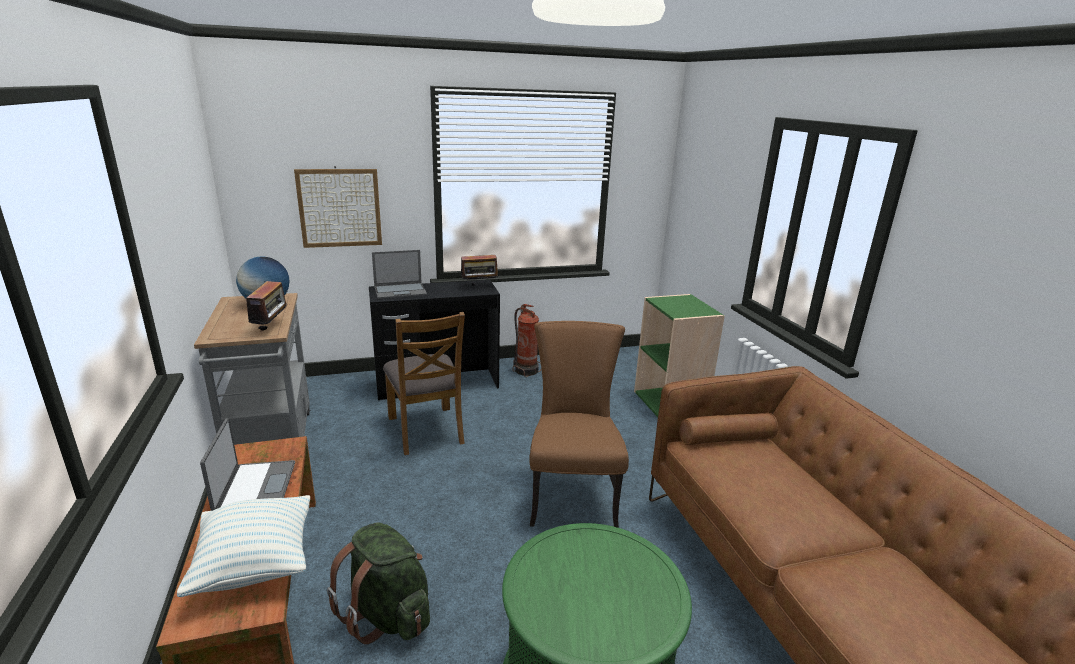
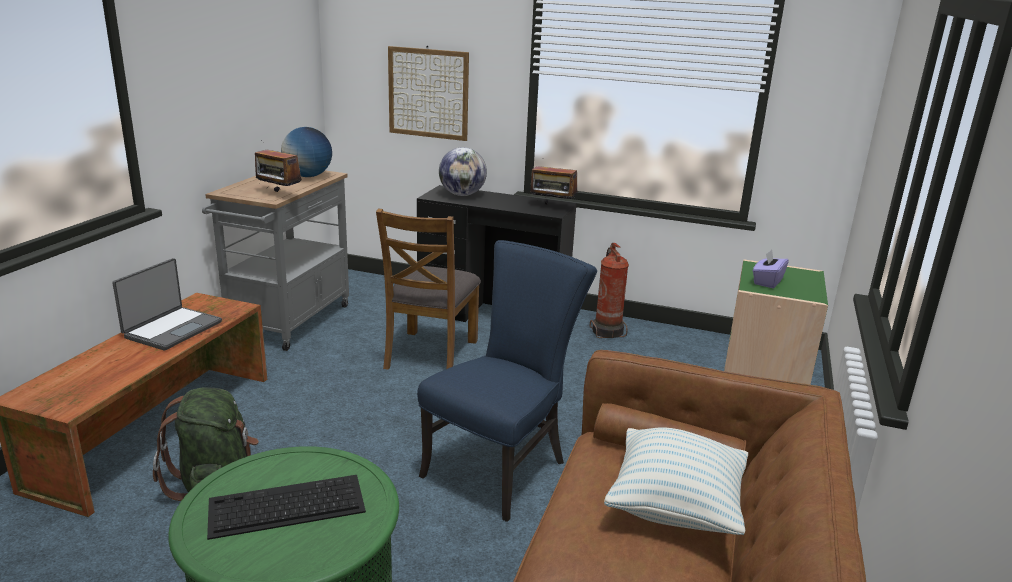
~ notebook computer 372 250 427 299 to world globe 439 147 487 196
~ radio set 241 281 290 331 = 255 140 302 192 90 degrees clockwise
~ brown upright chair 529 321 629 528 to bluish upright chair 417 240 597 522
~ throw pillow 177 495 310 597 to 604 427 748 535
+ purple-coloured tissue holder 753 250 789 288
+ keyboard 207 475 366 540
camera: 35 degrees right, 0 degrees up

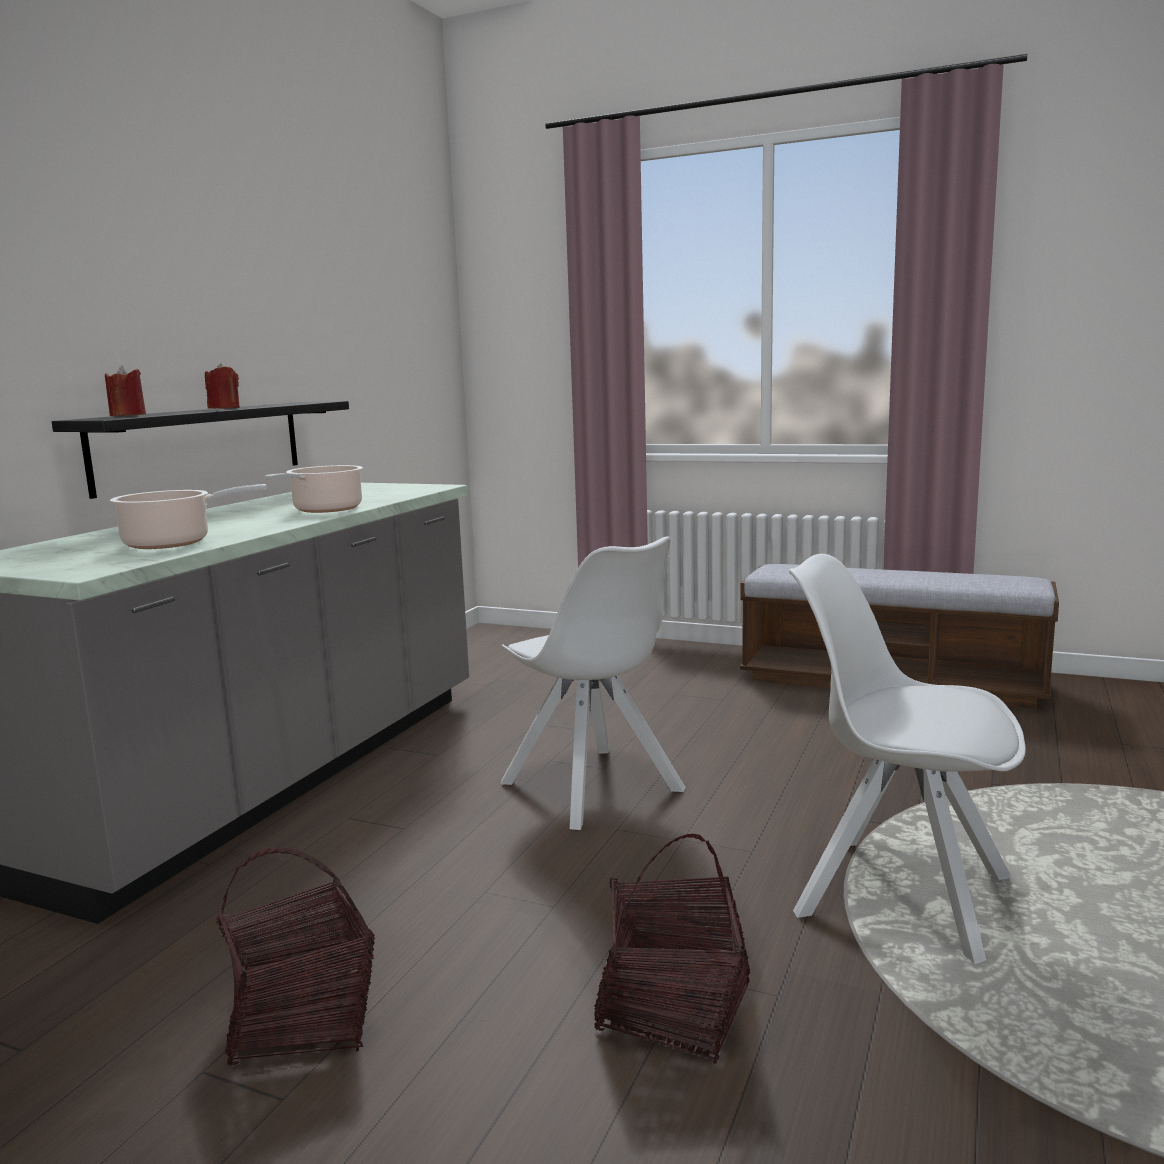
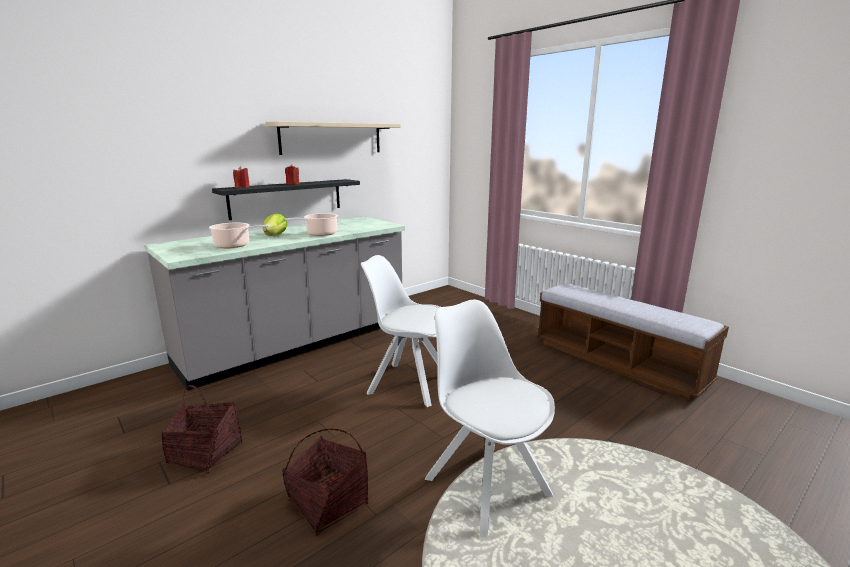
~ white-coloured upright chair 501 536 685 830 = 361 255 440 407 120 degrees clockwise
+ beige shelf 265 121 401 155
+ lettuce 263 213 287 236
camera: 25 degrees right, 5 degrees up

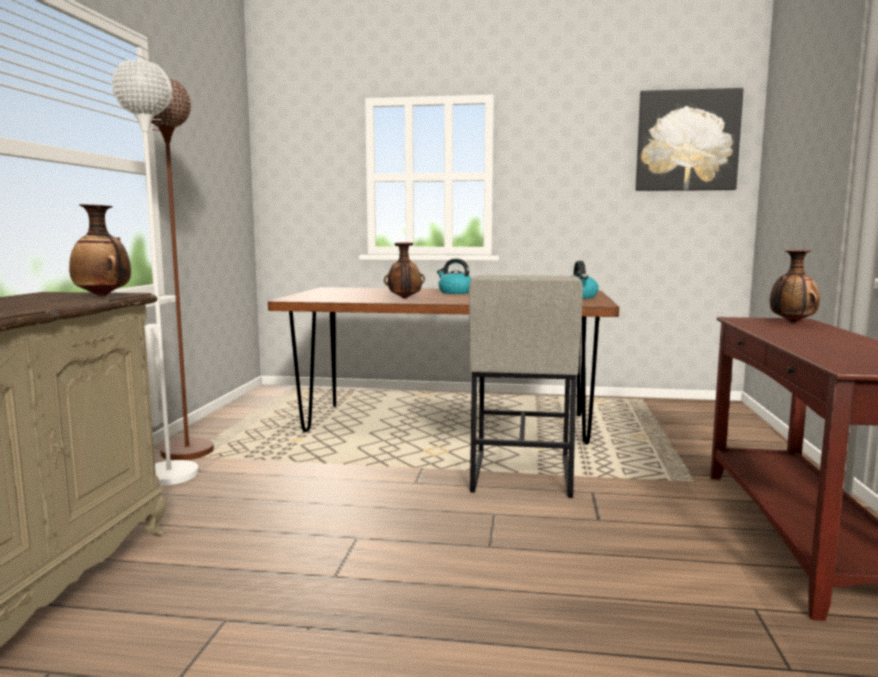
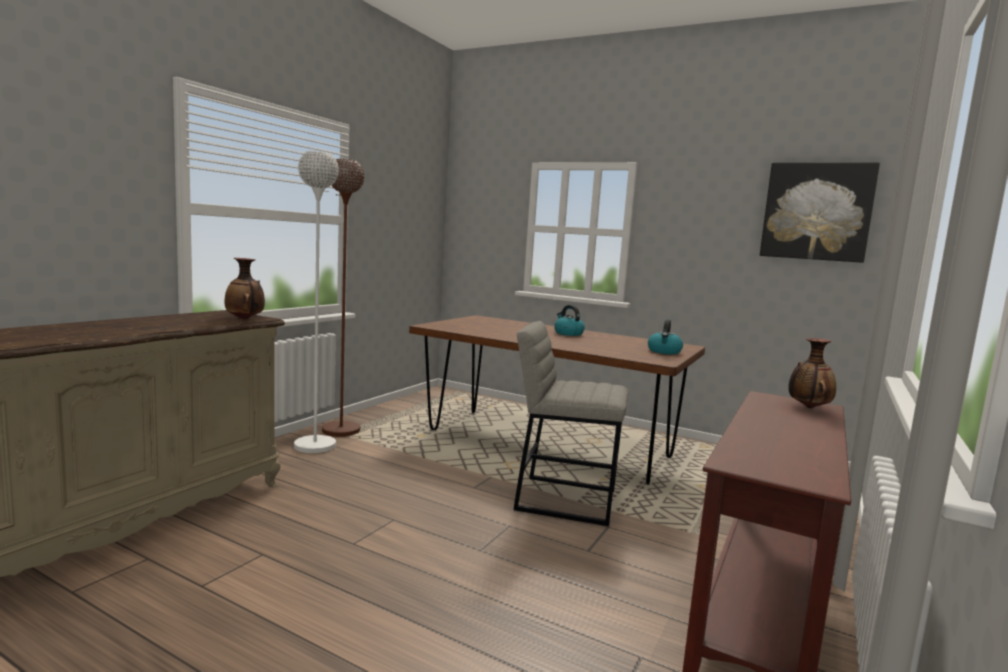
- vase 384 242 425 299
~ grey upright chair 469 275 583 498 = 514 321 628 526 75 degrees clockwise
camera: 20 degrees right, 0 degrees up

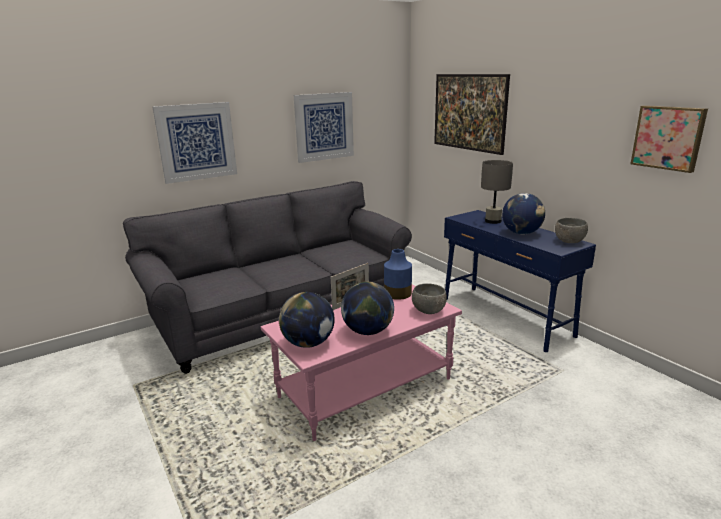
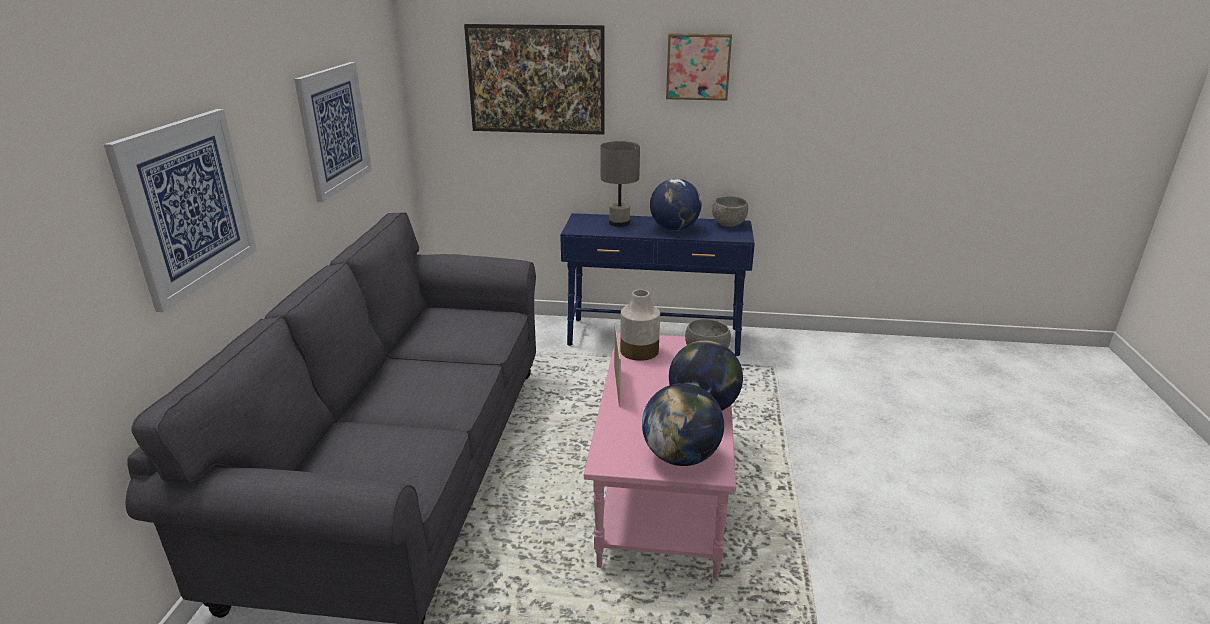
~ wall picture 630 105 708 173 to 666 34 732 101
~ bluish vase 384 249 412 300 to beige vase 620 290 660 361
camera: 50 degrees left, 5 degrees up

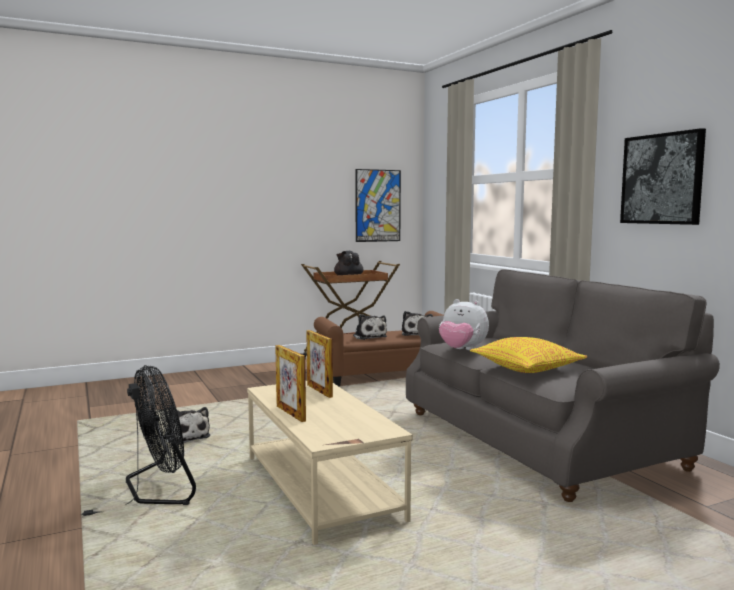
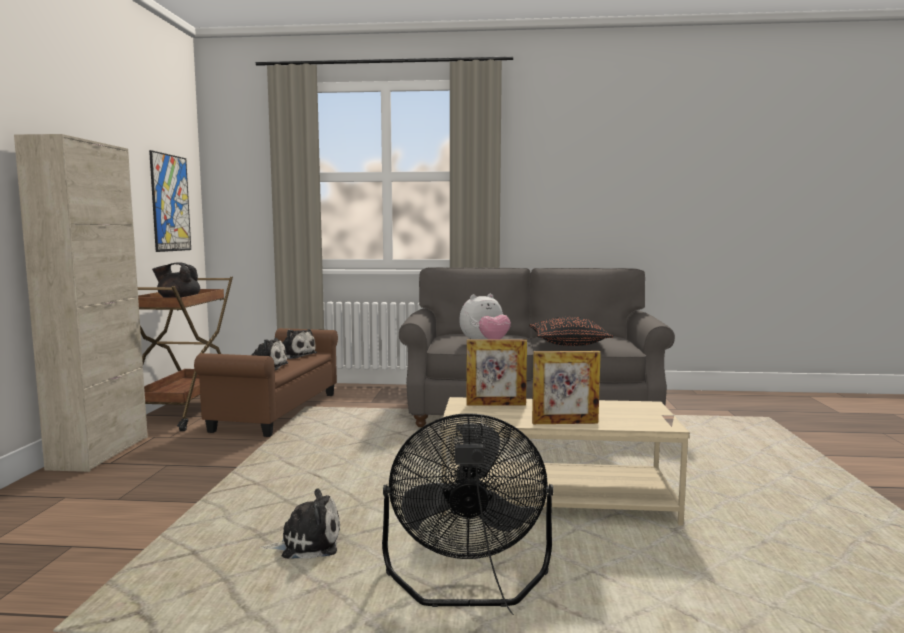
- wall picture 620 128 706 225
~ yellow-coloured throw pillow 470 337 587 373 to black-coloured throw pillow 529 317 613 346
+ beige cabinet 14 134 148 472
camera: 60 degrees left, 0 degrees up

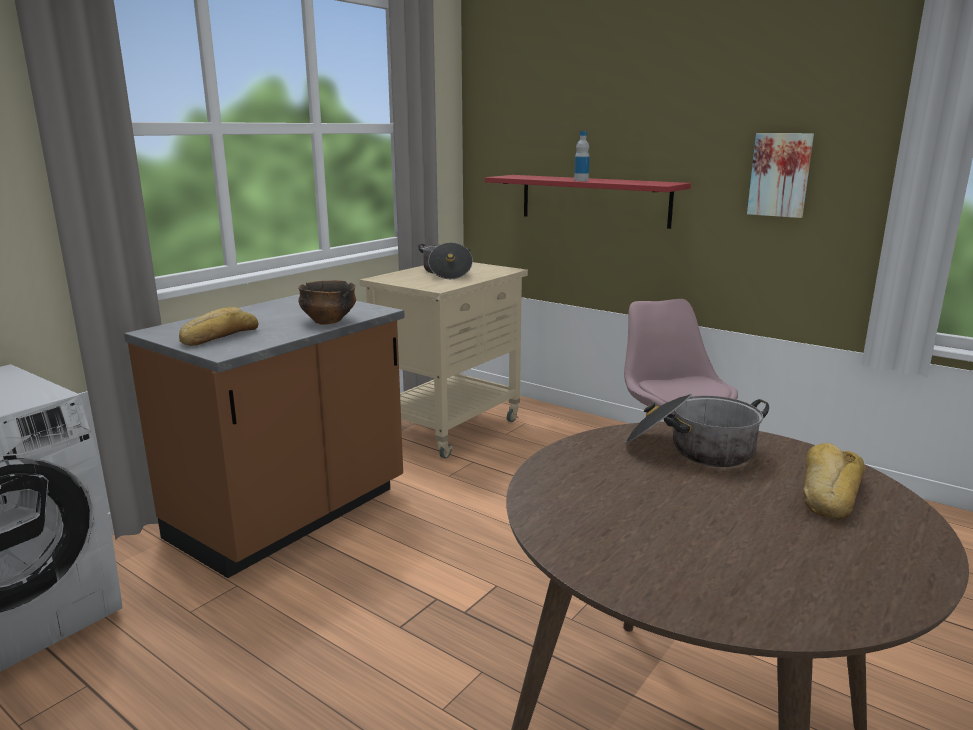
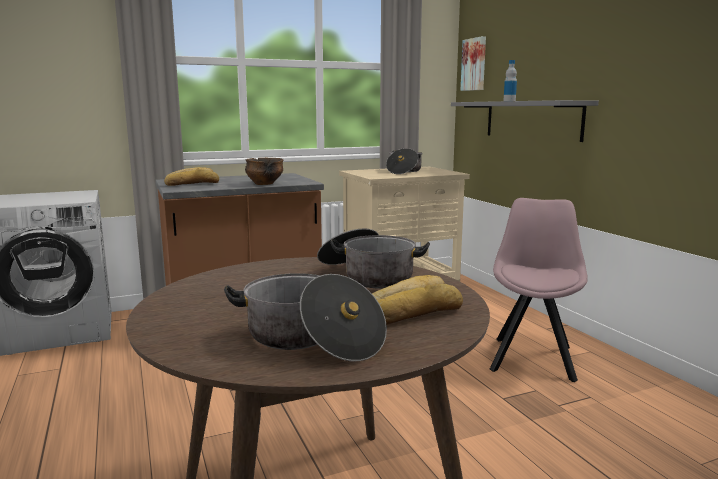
~ wall picture 747 133 814 218 to 461 36 486 91
~ reddish shelf 485 175 691 229 to grey shelf 451 100 599 142
+ cooking pot 224 273 387 361
camera: 30 degrees right, 5 degrees down

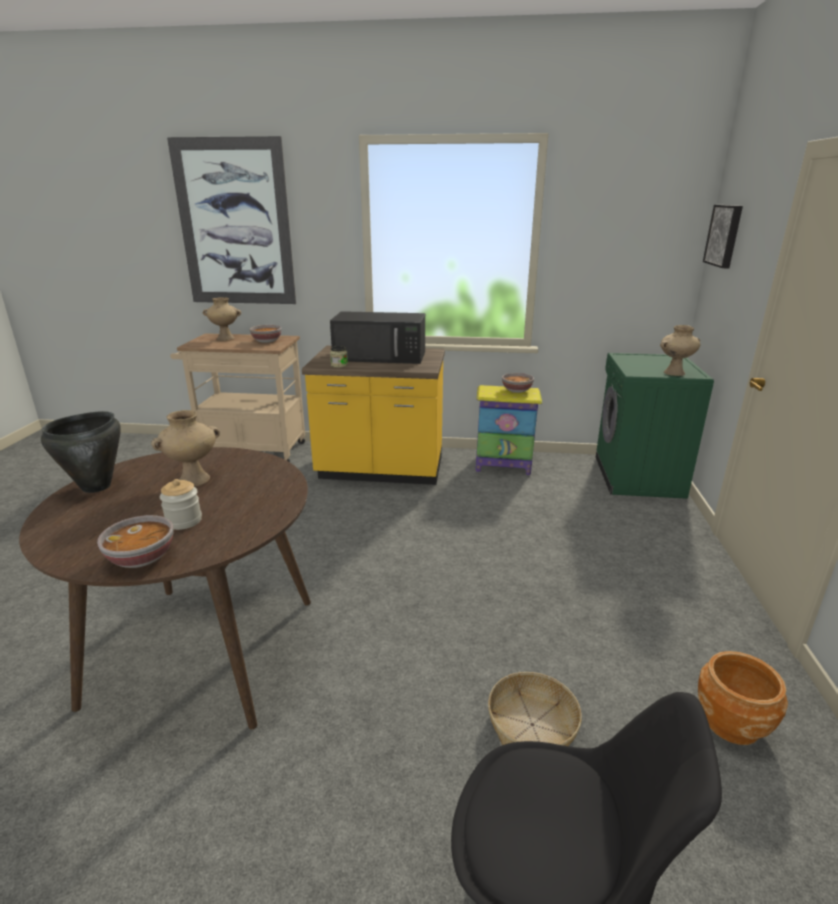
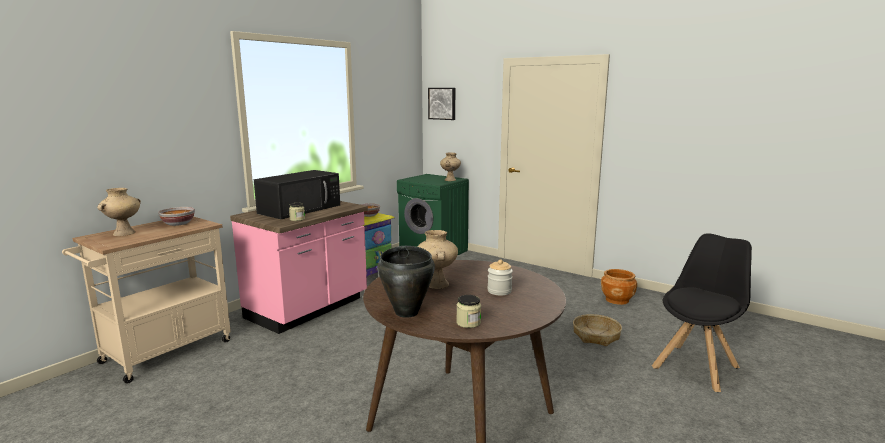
- wall picture 167 136 296 304
~ yellow-coloured counter 302 346 445 485 to pink counter 230 201 368 334
- bowl 97 515 173 568
+ preserve jar 456 295 481 328
camera: 60 degrees left, 10 degrees down

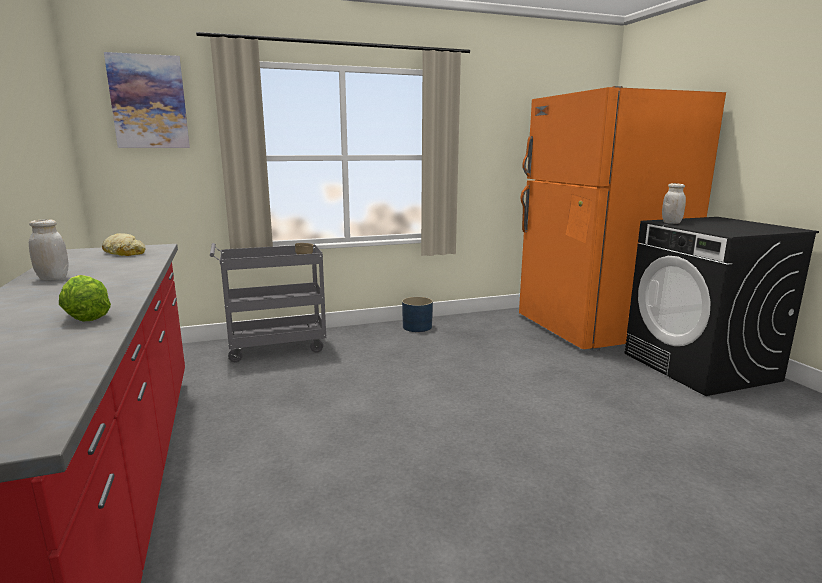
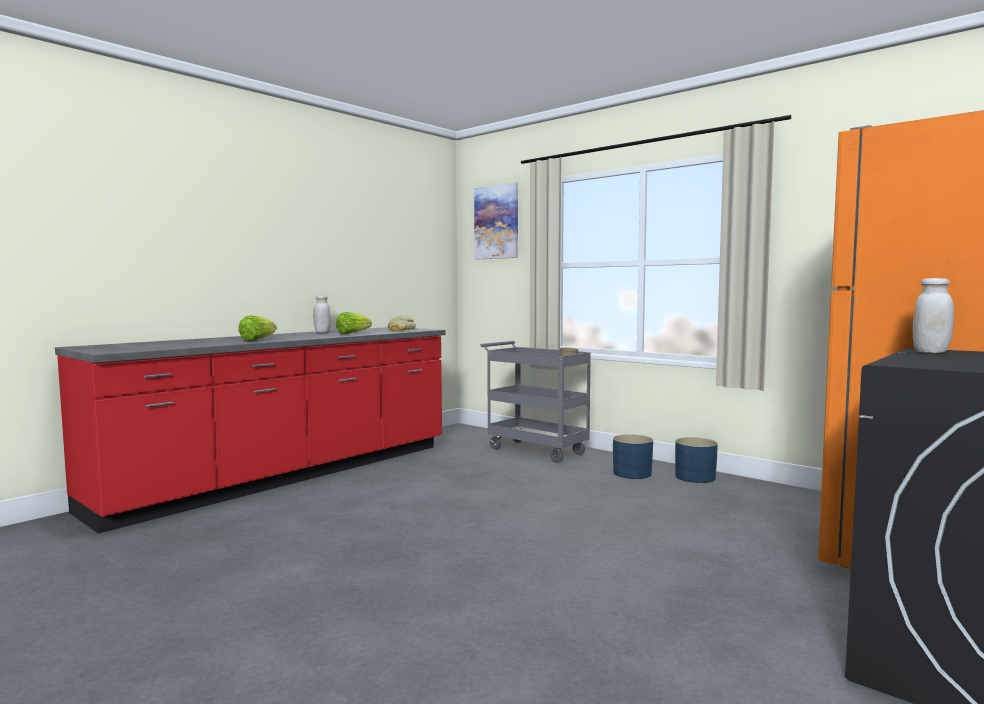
+ lettuce 336 312 372 334
+ bluish plant pot 613 434 653 479
camera: 60 degrees right, 10 degrees down

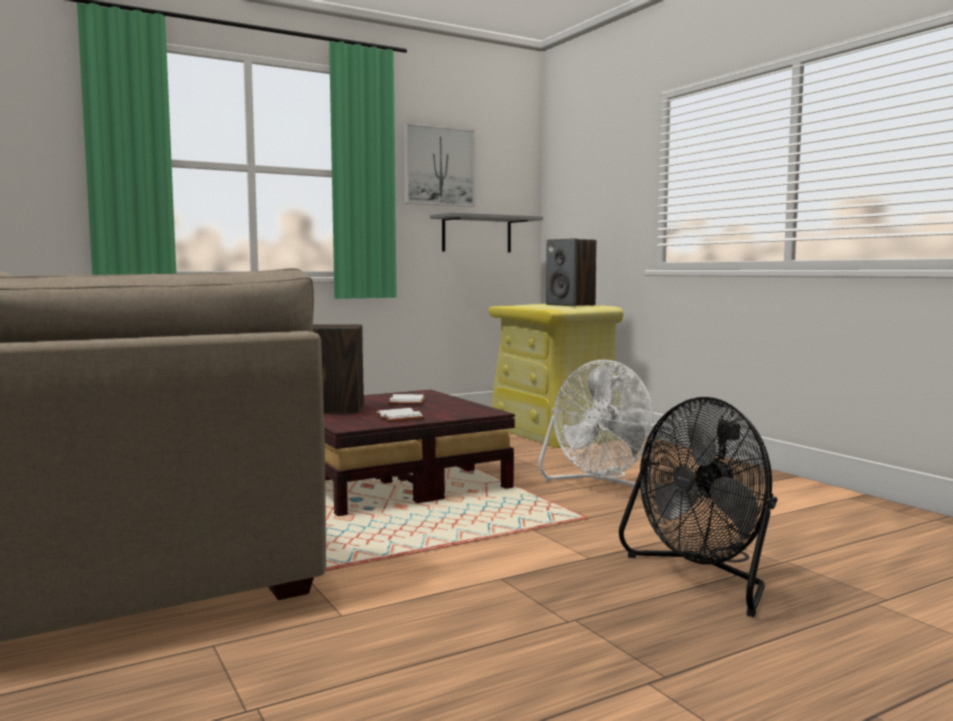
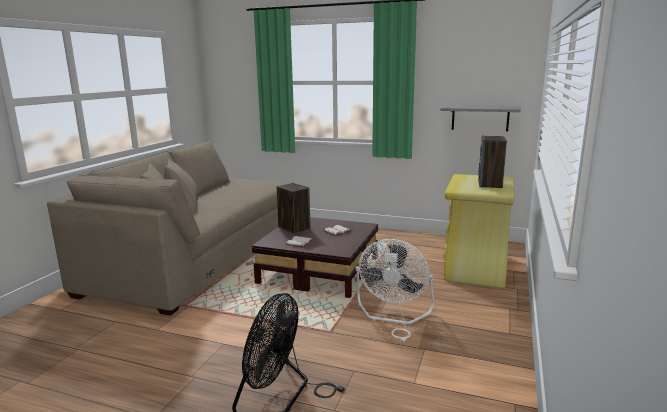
- wall picture 404 123 475 207
~ white-coloured electric fan 539 360 658 504 = 356 239 435 342 105 degrees clockwise
camera: 50 degrees right, 10 degrees up

